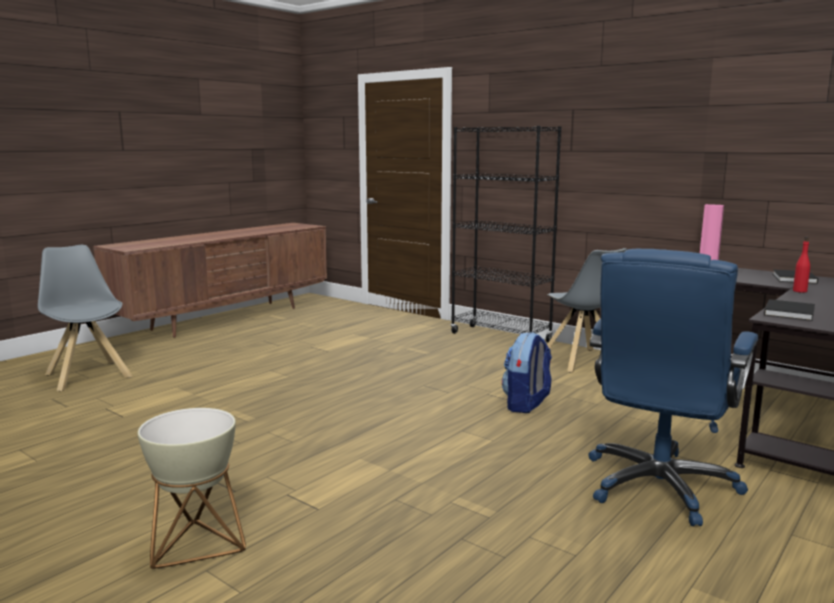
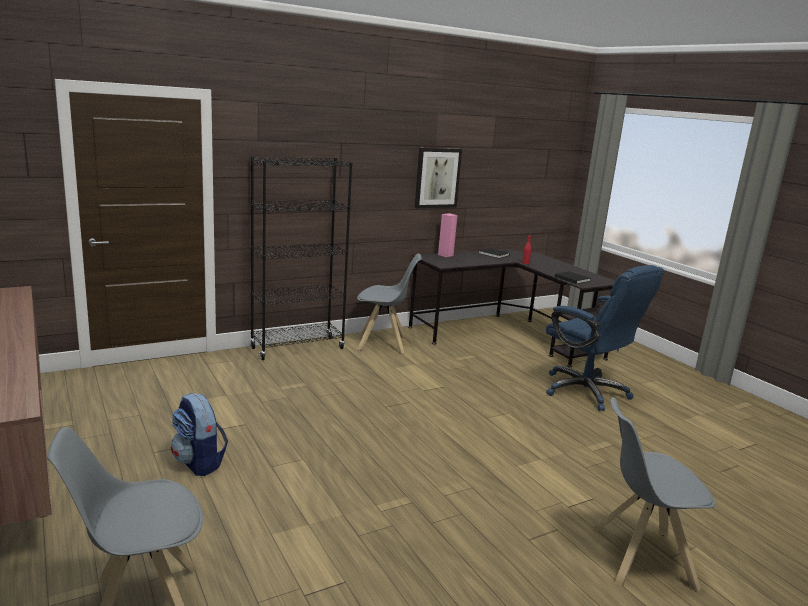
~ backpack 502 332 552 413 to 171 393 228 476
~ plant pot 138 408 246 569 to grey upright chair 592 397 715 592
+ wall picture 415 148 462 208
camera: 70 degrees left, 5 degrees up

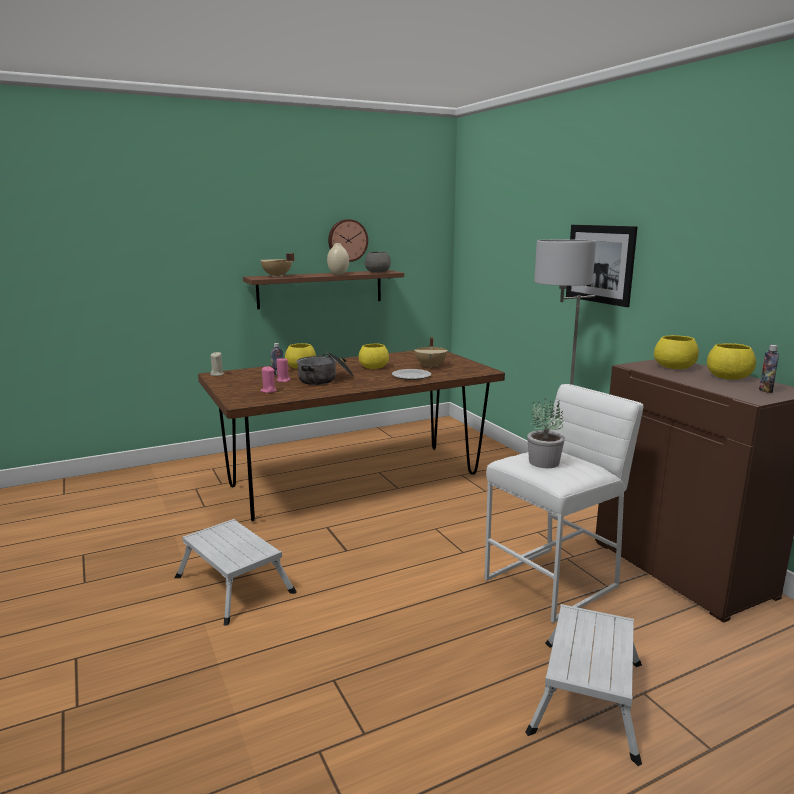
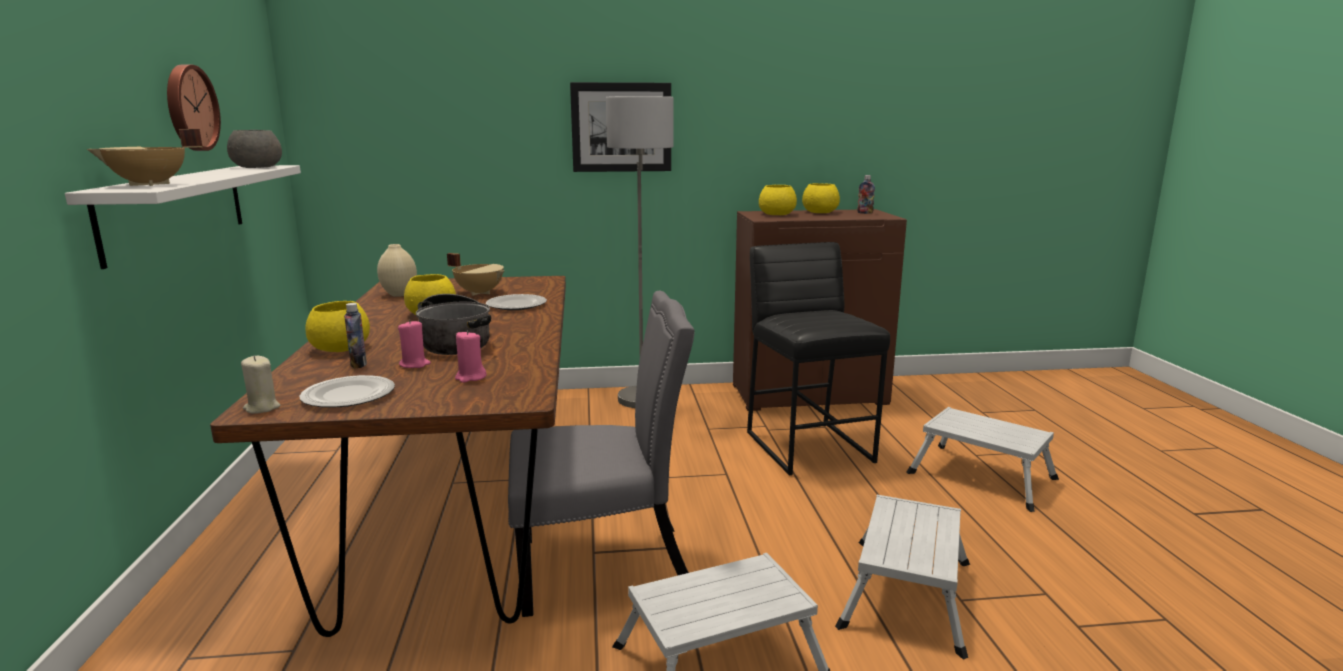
~ beige vase 327 243 349 275 to 377 244 417 297
~ brown shelf 243 270 404 309 to white-coloured shelf 65 165 301 269
~ white-coloured sitting stool 484 384 643 623 to black-coloured sitting stool 747 242 890 475
- plant in a pot 527 398 565 468
+ grey upright chair 508 291 695 617
+ plate 299 375 395 407
+ white-coloured step stool 835 495 970 660
camera: 70 degrees left, 0 degrees up

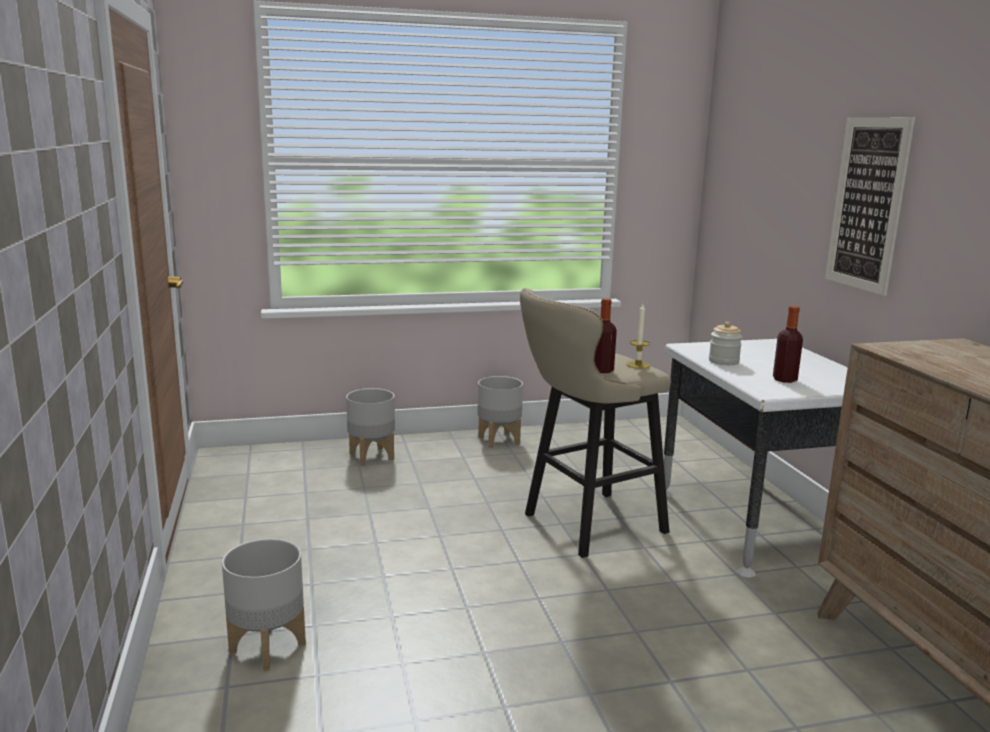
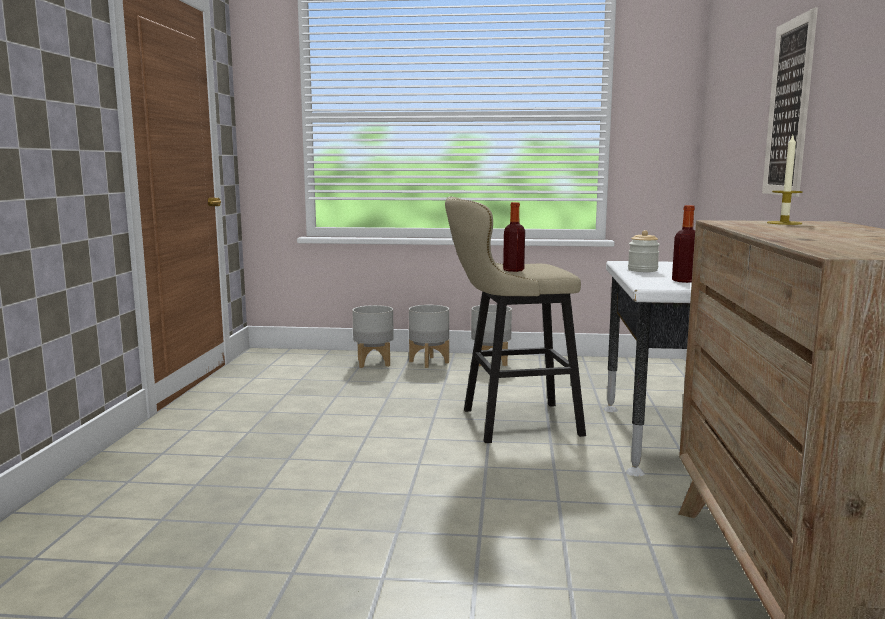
~ wax light 627 304 650 369 to 767 136 803 225
~ grey plant pot 222 539 306 671 to 409 305 449 368
camera: 20 degrees right, 5 degrees down

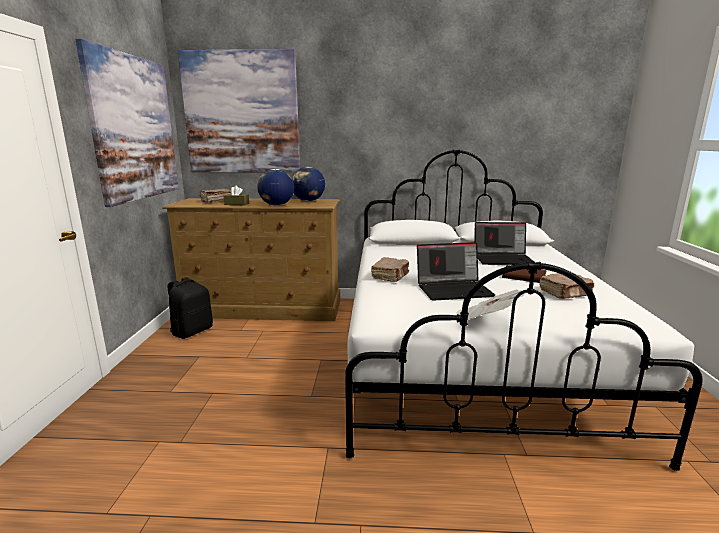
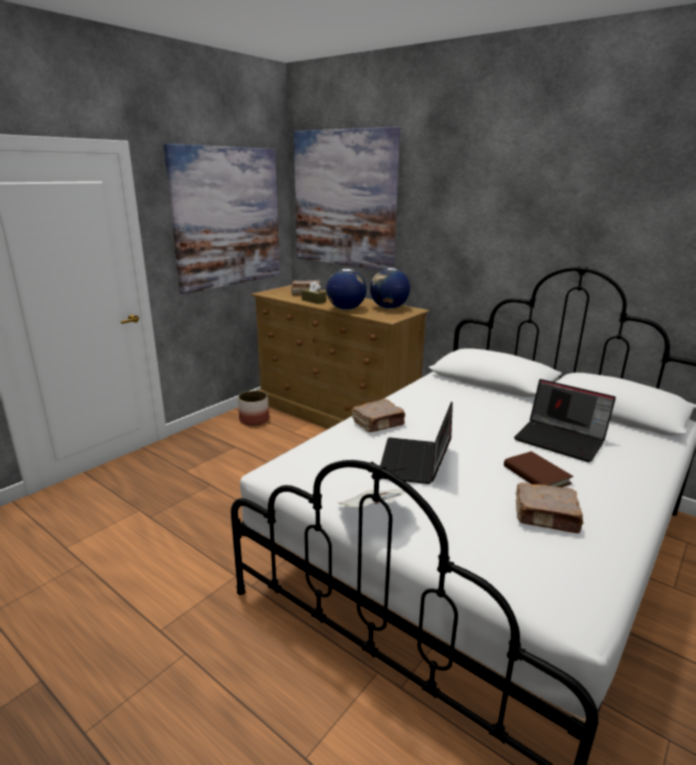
~ notebook computer 417 242 495 301 = 380 402 453 484 75 degrees clockwise
~ black-coloured backpack 168 277 213 339 to plant pot 238 391 269 426
camera: 35 degrees right, 5 degrees up

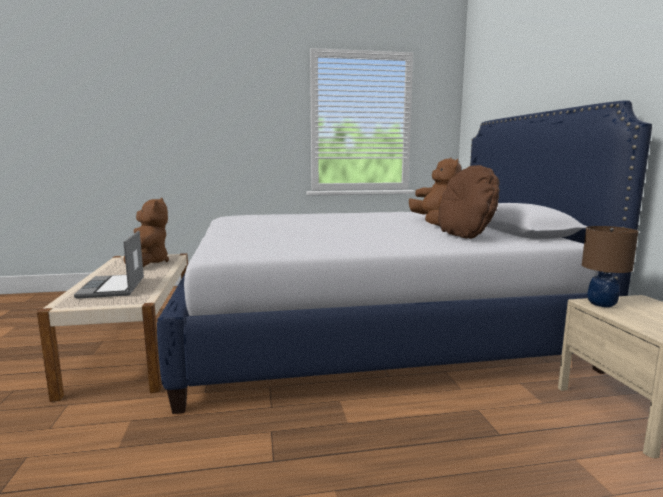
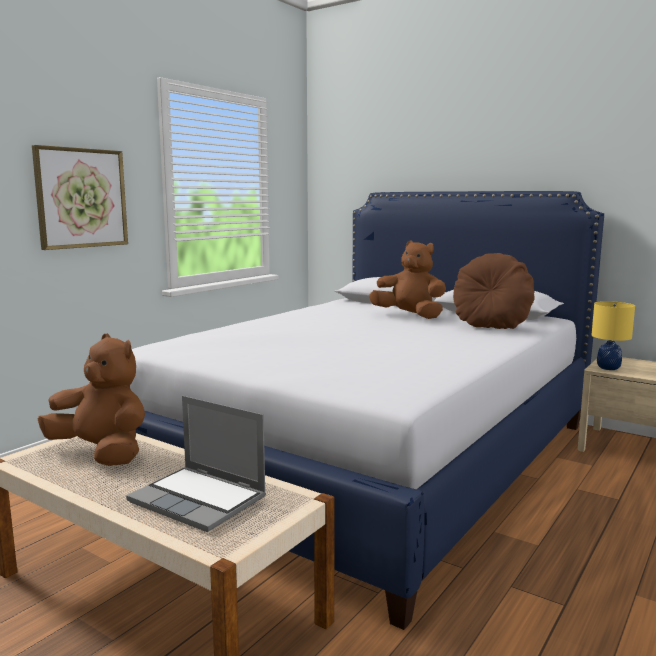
~ brown lamp for a table 582 226 638 307 to yellow-coloured lamp for a table 592 301 635 370
+ wall picture 32 145 128 250
camera: 45 degrees left, 0 degrees up

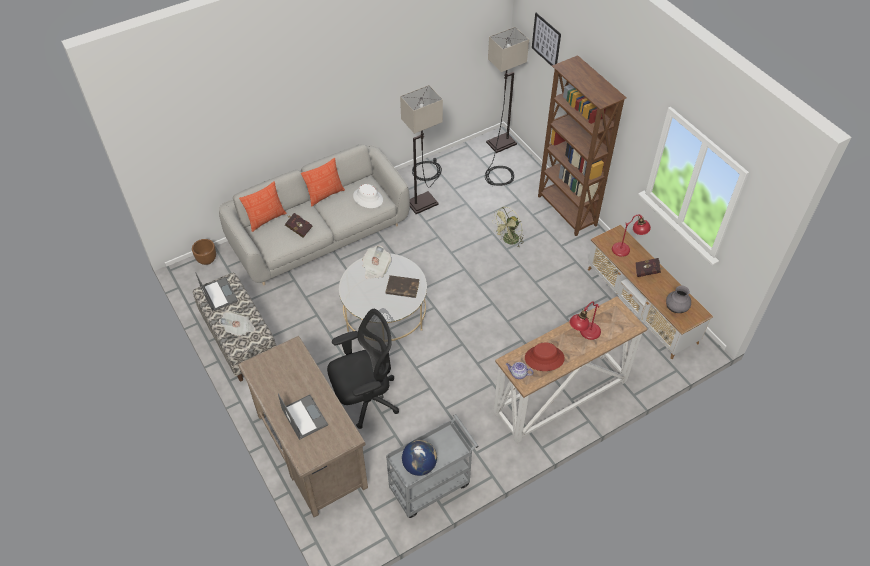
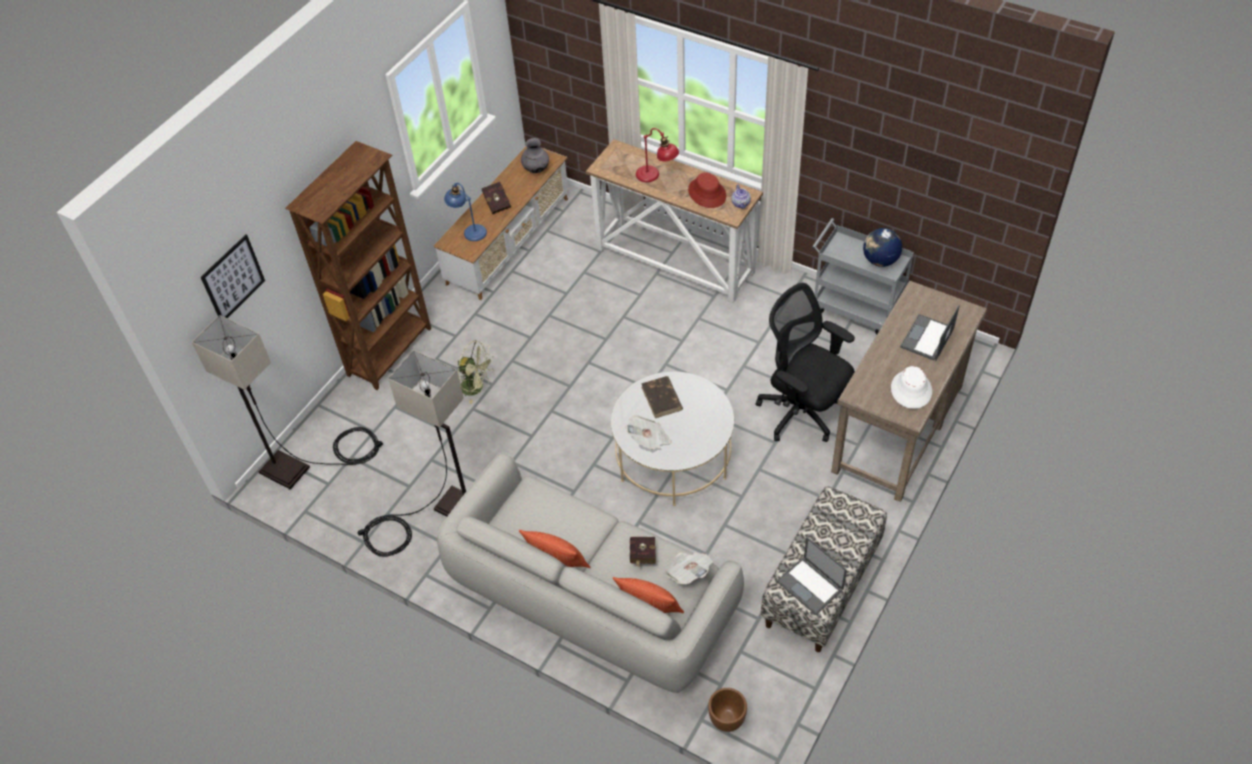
~ white-coloured wearable hat 353 184 383 208 to 891 366 932 409
~ reddish lamp for a table 612 215 651 257 to bluish lamp for a table 444 183 487 241
~ notebook computer 195 272 238 312 = 777 537 847 615 75 degrees counterclockwise
~ newspaper 219 311 256 337 to 665 552 712 584
camera: 115 degrees left, 0 degrees up

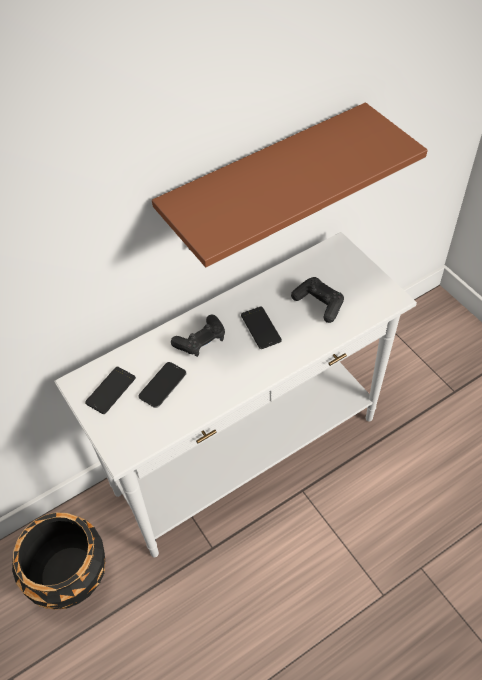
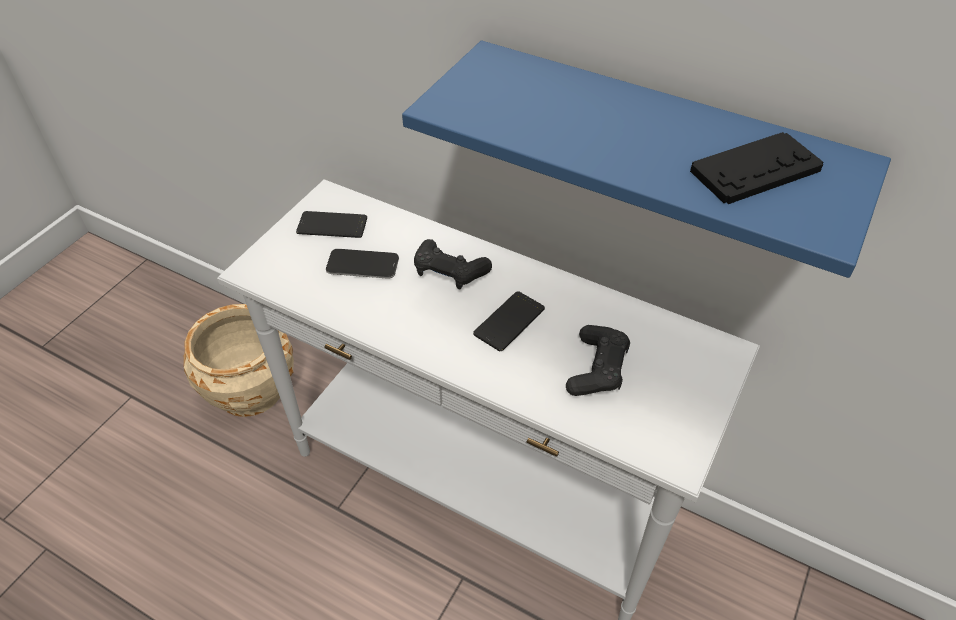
~ brown shelf 152 102 428 267 to bluish shelf 402 41 891 278
~ black-coloured plant pot 12 512 105 610 to beige plant pot 184 304 294 417
+ black-coloured game controller 690 132 823 204
camera: 60 degrees right, 5 degrees down

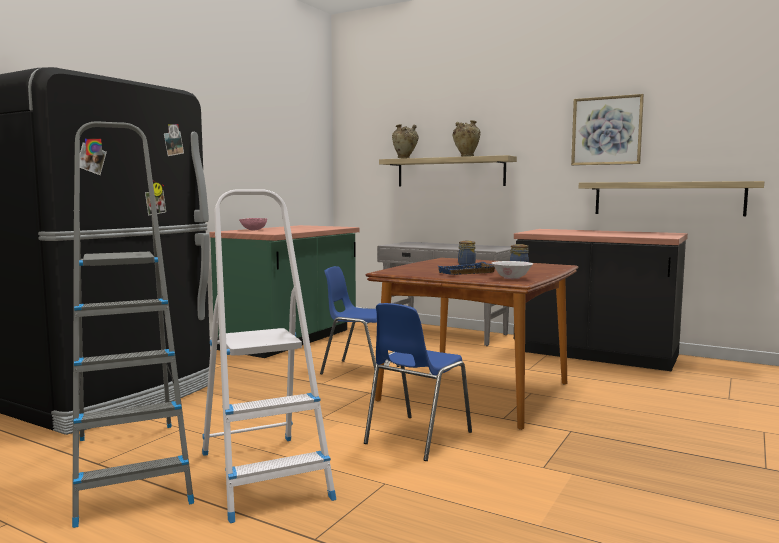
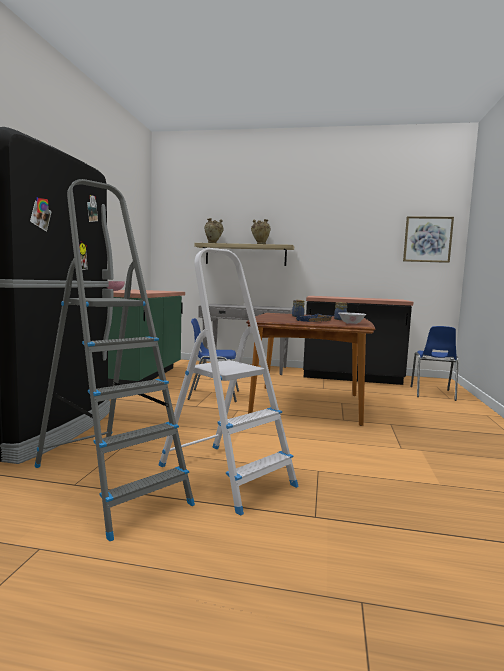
~ wall picture 571 94 644 165 to 403 216 454 263
- shelf 579 181 765 216
~ bluish upright chair 364 303 472 461 to 411 326 459 401
camera: 20 degrees left, 0 degrees up

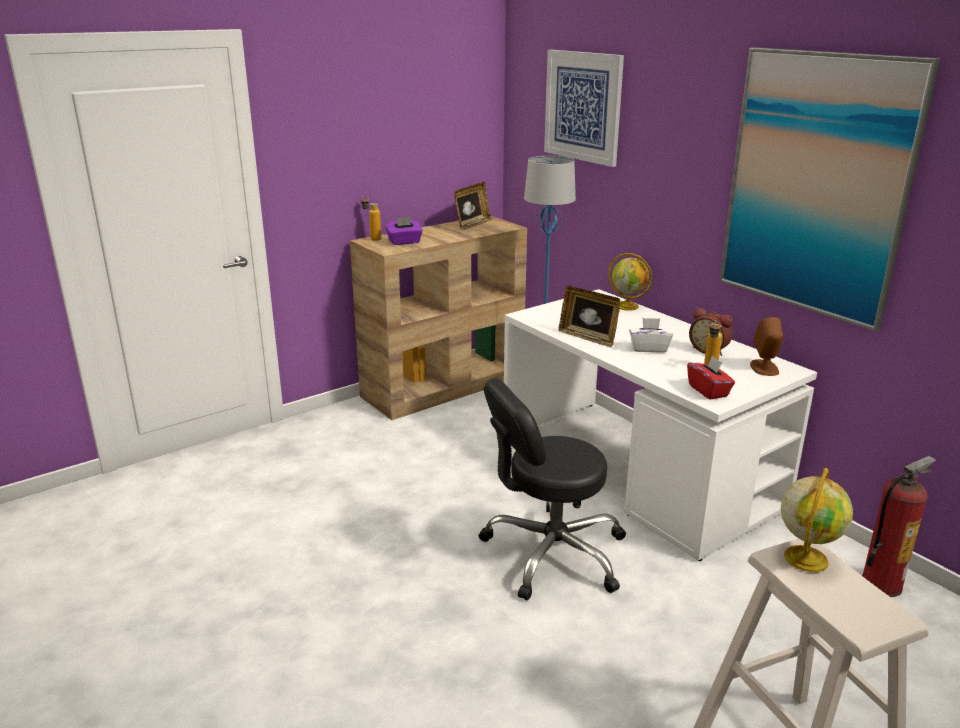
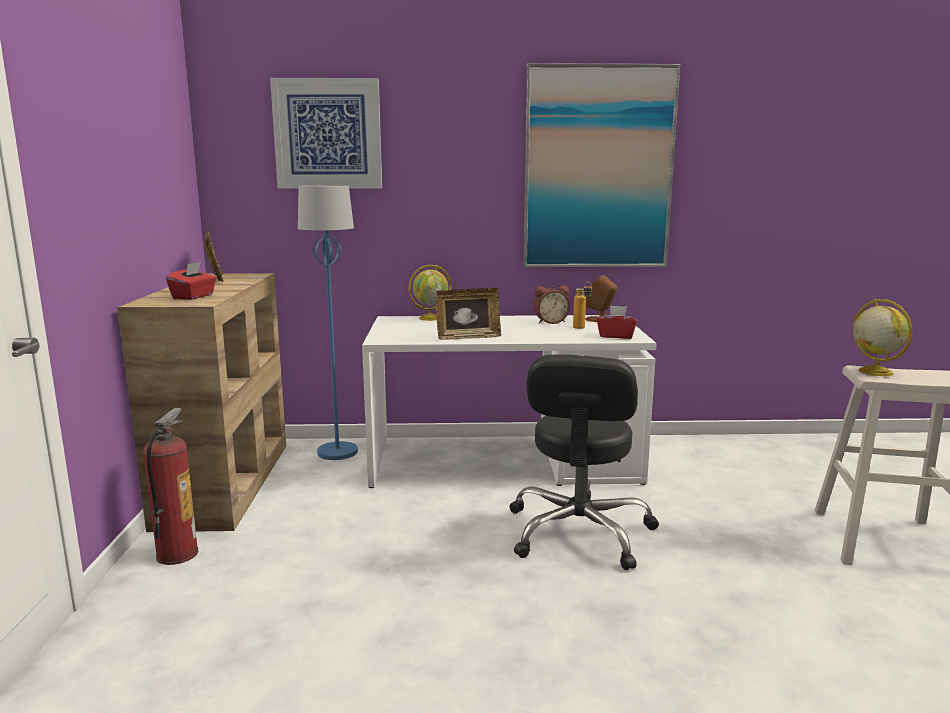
- beverage bottle 361 195 381 241
~ purple-coloured tissue holder 385 217 423 245 to reddish tissue holder 166 262 216 300
- white-coloured tissue holder 629 318 673 353
~ fire-fighting cylinder 862 456 936 597 to 143 408 199 565
camera: 55 degrees left, 10 degrees down

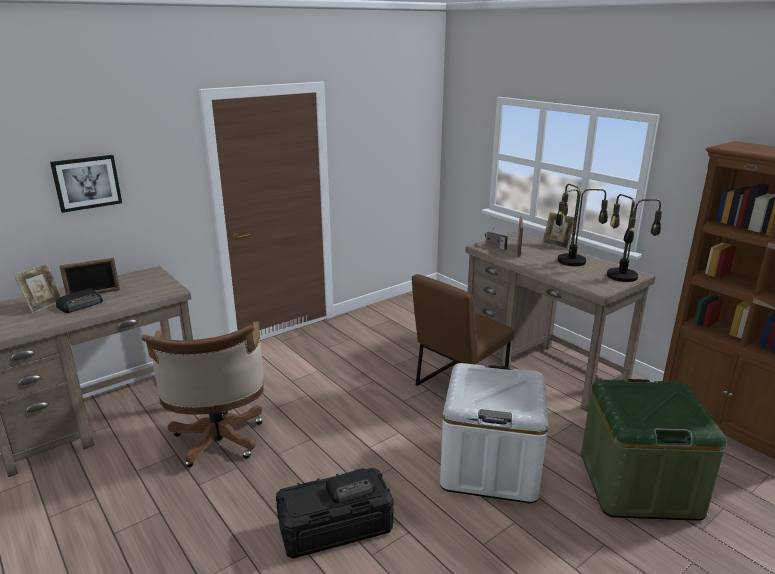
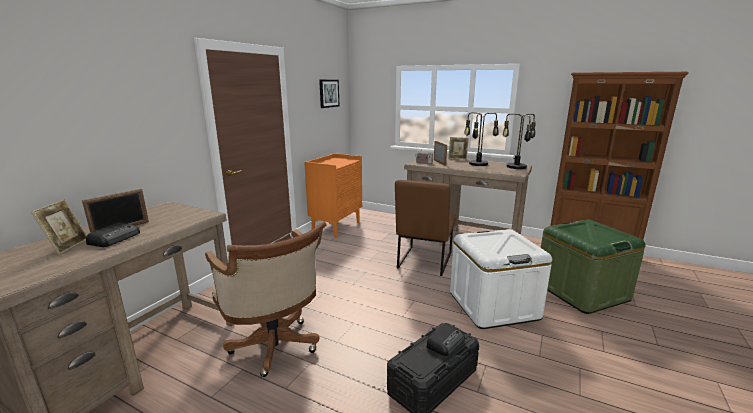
~ wall picture 50 155 122 213 to 319 80 339 108
+ orangey cabinet 304 153 362 238
camera: 25 degrees left, 5 degrees down

